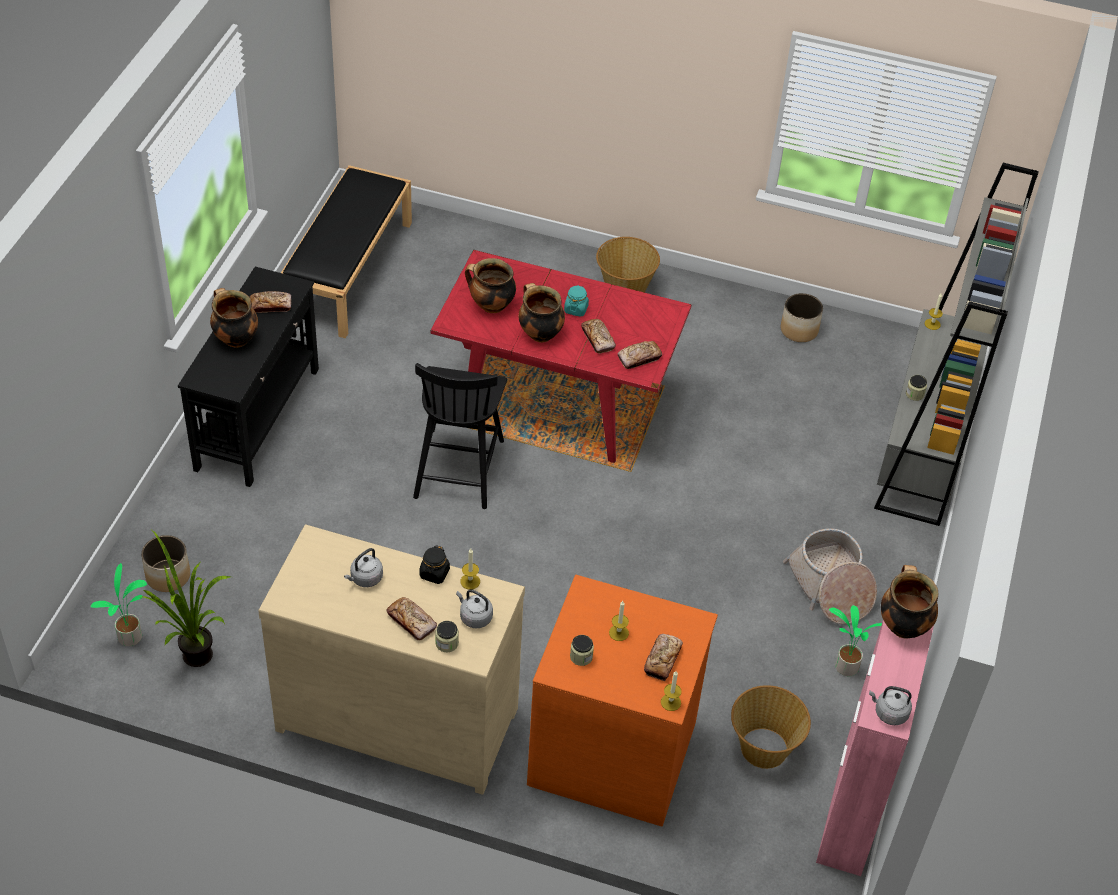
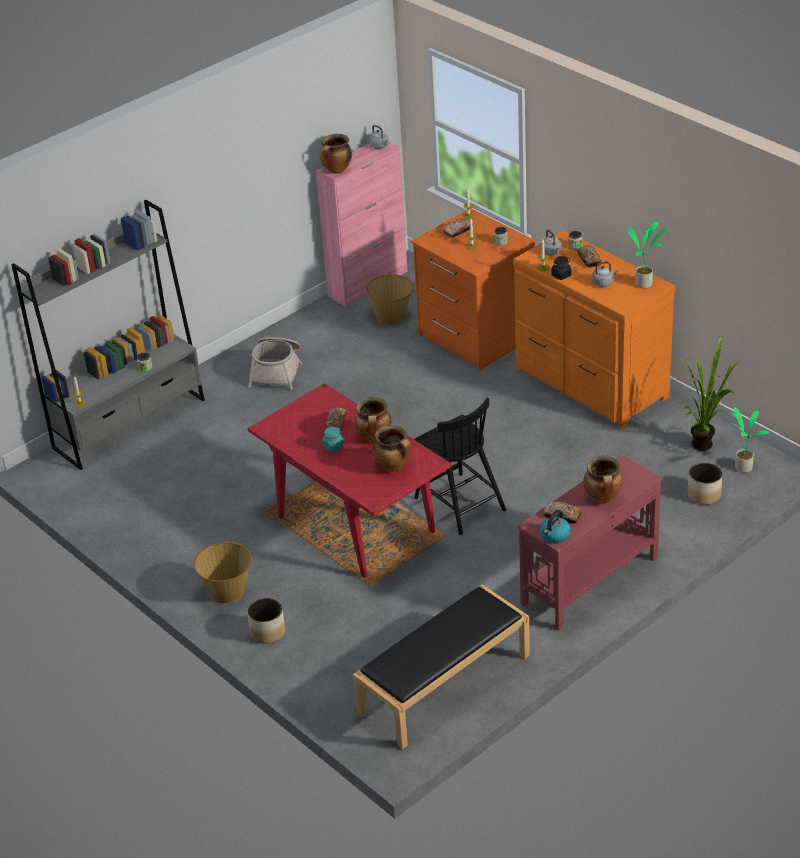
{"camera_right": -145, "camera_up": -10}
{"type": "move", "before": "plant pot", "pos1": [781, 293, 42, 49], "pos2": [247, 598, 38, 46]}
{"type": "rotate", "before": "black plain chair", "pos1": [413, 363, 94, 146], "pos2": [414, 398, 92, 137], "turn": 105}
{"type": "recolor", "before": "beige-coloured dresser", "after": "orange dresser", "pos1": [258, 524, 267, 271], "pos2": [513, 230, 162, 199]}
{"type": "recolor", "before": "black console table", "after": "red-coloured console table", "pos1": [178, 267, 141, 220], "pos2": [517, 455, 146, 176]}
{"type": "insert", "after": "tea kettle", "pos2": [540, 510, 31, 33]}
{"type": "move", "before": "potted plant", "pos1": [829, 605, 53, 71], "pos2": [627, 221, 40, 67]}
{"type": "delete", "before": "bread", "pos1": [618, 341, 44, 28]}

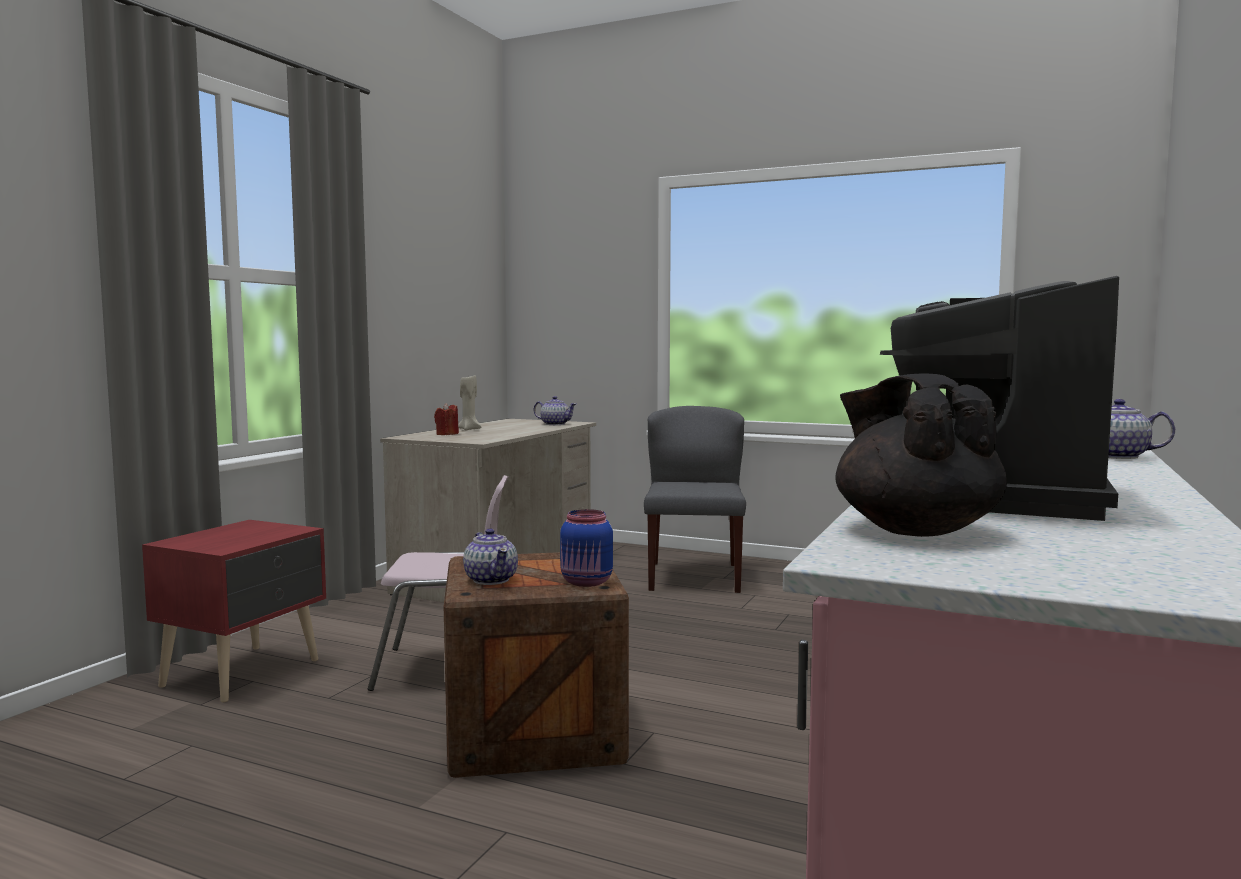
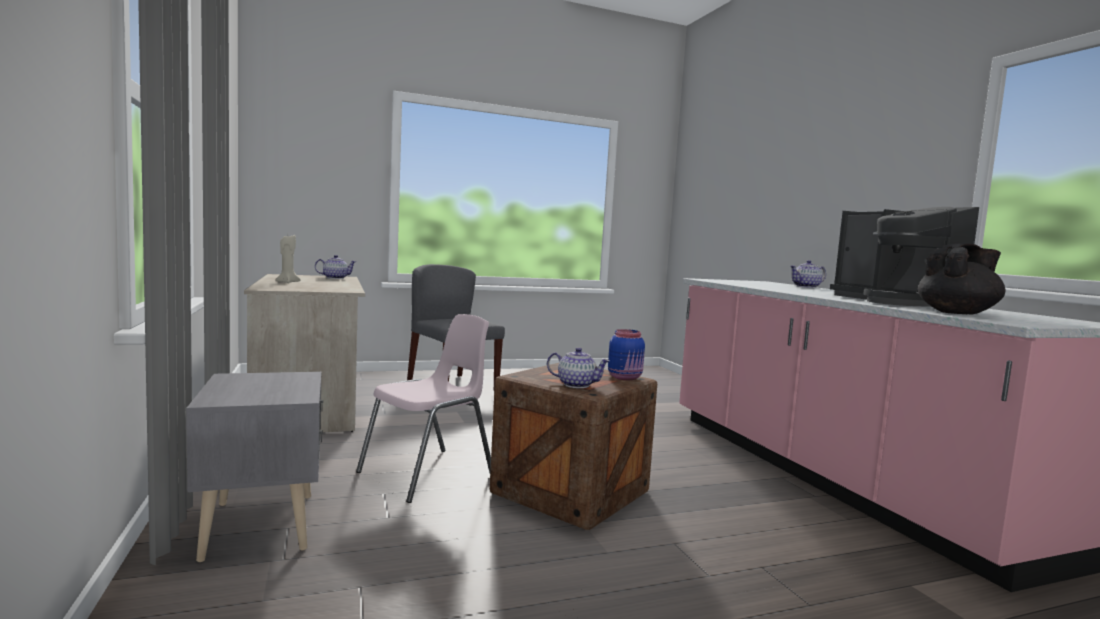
{"camera_right": -45, "camera_up": 0}
{"type": "recolor", "before": "red-coloured night table", "after": "greyish night table", "pos1": [142, 520, 184, 182], "pos2": [186, 372, 137, 190]}
{"type": "rotate", "before": "black teapot", "pos1": [835, 373, 172, 164], "pos2": [918, 243, 87, 71], "turn": 135}
{"type": "delete", "before": "red-coloured wax candle", "pos1": [434, 403, 25, 32]}

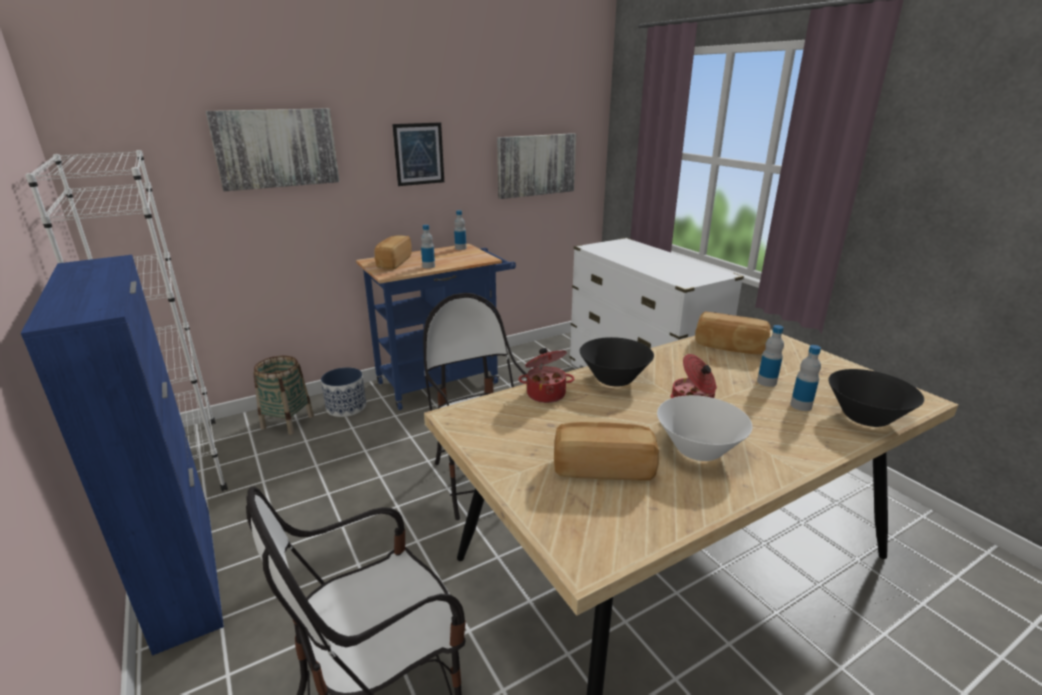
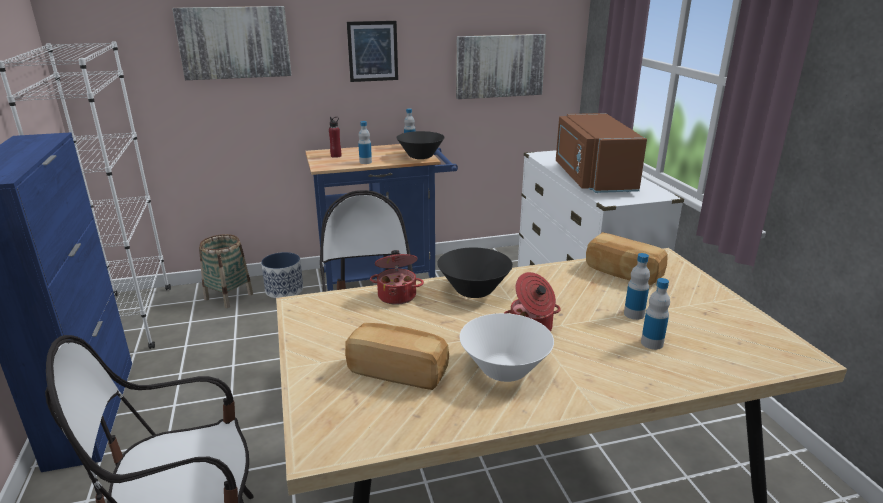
{"camera_right": 15, "camera_up": 0}
{"type": "replace", "before": "bread", "after": "red-coloured beverage bottle", "pos1": [374, 235, 37, 35], "pos2": [329, 117, 12, 41]}
{"type": "move", "before": "black bowl", "pos1": [828, 369, 96, 58], "pos2": [396, 131, 49, 28]}
{"type": "insert", "after": "brownish microwave oven", "pos2": [556, 113, 91, 80]}

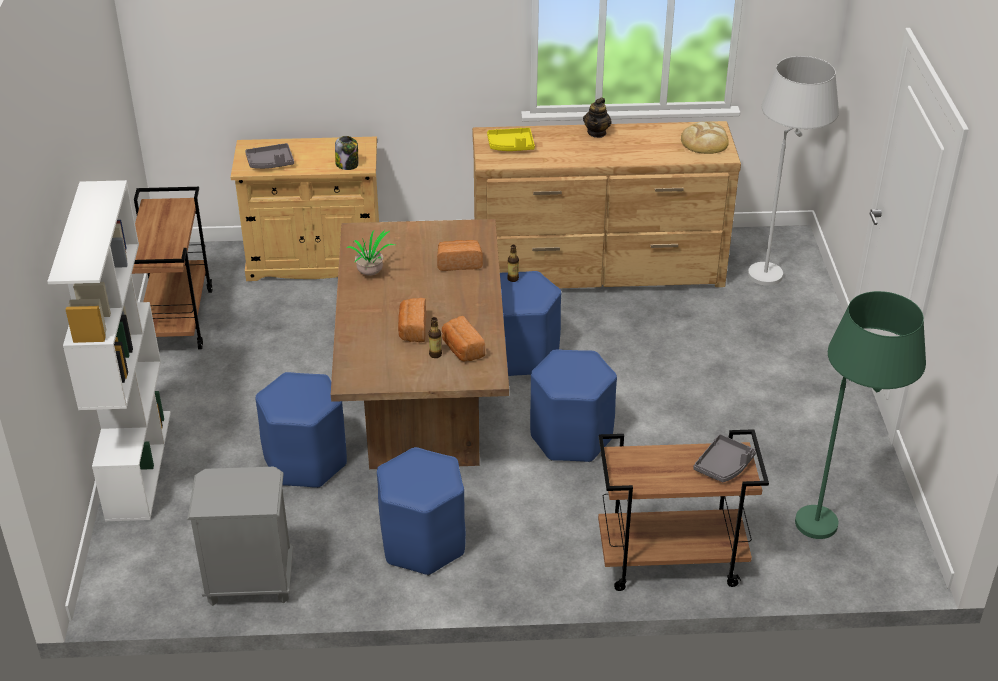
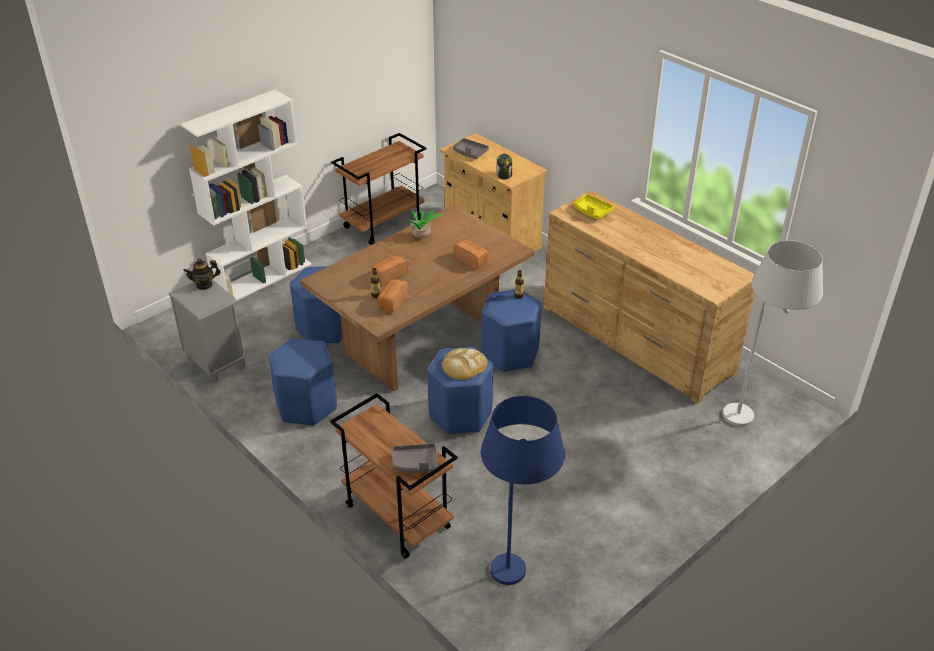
{"camera_right": 50, "camera_up": 0}
{"type": "move", "before": "teapot", "pos1": [583, 97, 29, 41], "pos2": [183, 259, 38, 31]}
{"type": "move", "before": "bread", "pos1": [681, 121, 48, 33], "pos2": [442, 348, 45, 32]}
{"type": "recolor", "before": "greenish floor lamp", "after": "blue-coloured floor lamp", "pos1": [795, 291, 131, 248], "pos2": [481, 396, 84, 189]}

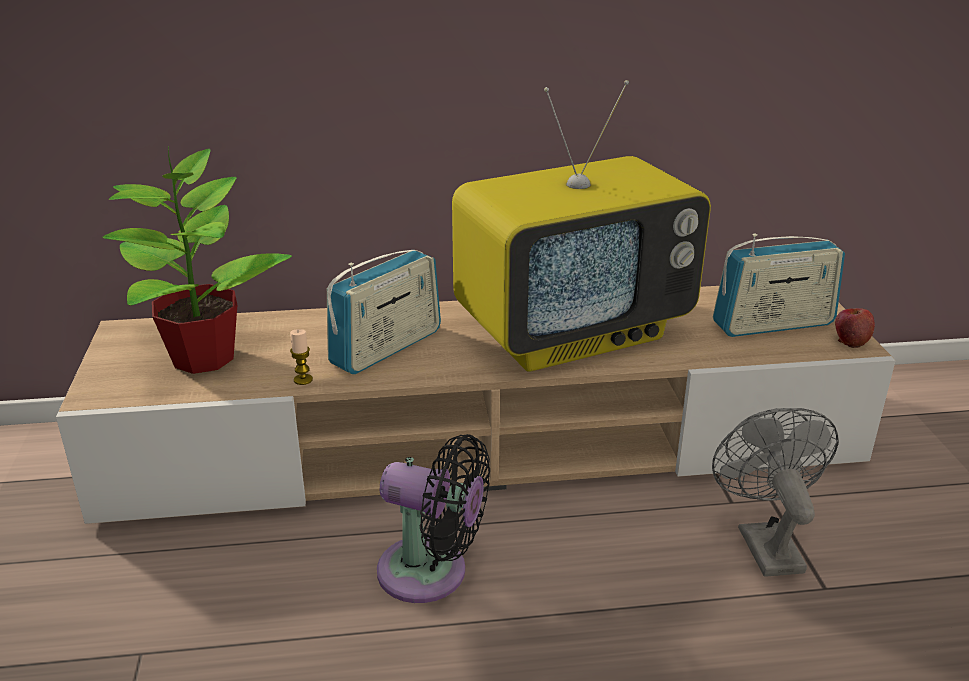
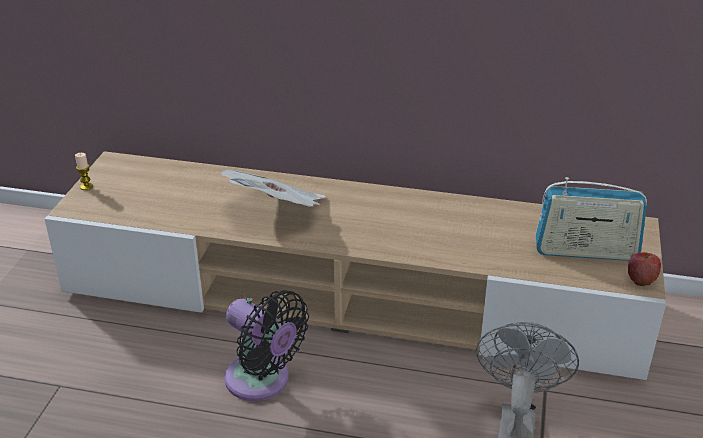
{"camera_right": 20, "camera_up": 5}
{"type": "move", "before": "wax candle", "pos1": [290, 329, 23, 56], "pos2": [75, 153, 18, 37]}
{"type": "replace", "before": "radio set", "after": "daily paper", "pos1": [327, 250, 114, 124], "pos2": [221, 169, 104, 38]}
{"type": "delete", "before": "potted plant", "pos1": [102, 146, 190, 228]}
{"type": "delete", "before": "television", "pos1": [452, 80, 259, 292]}

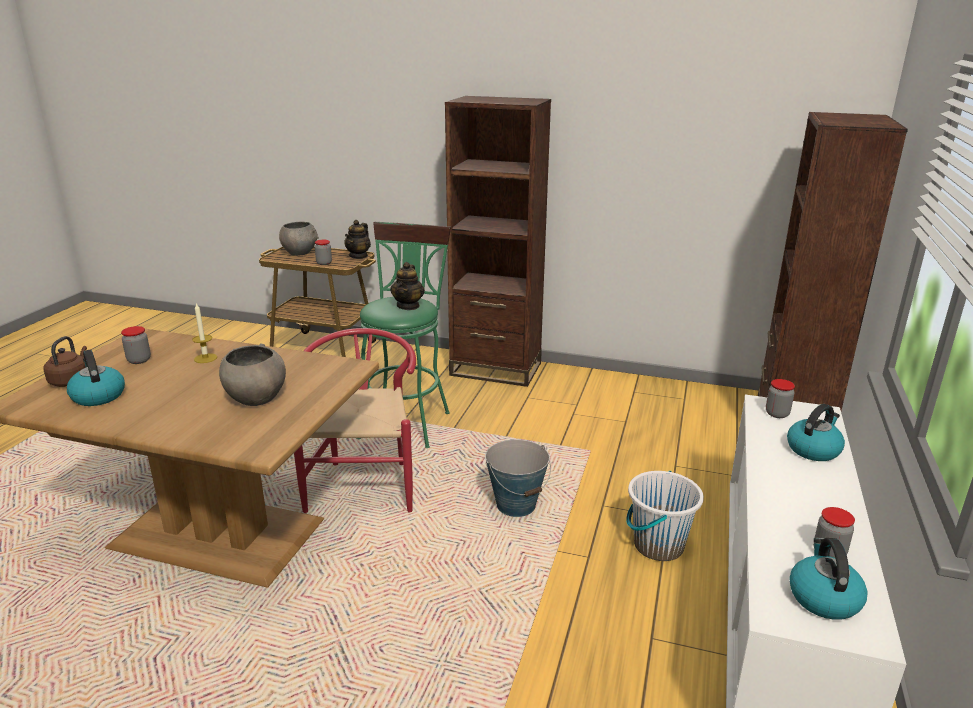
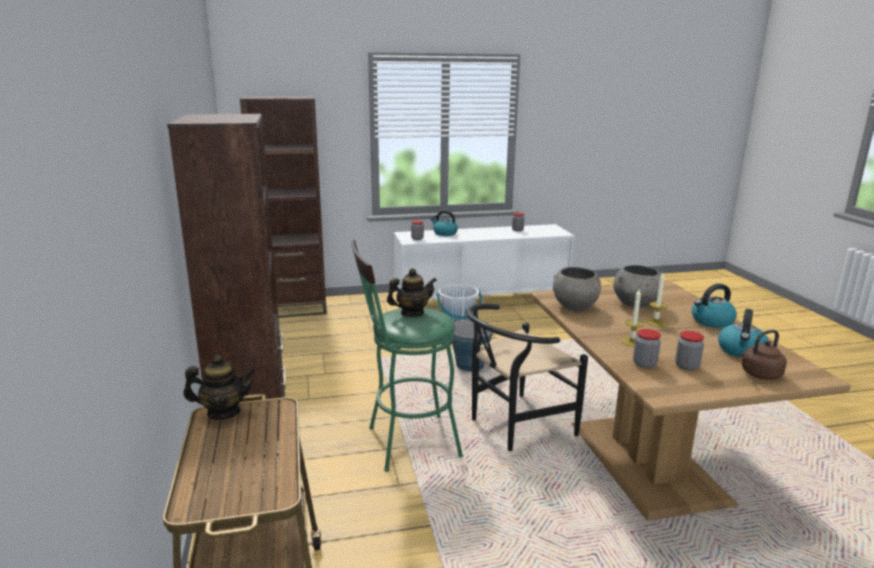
{"camera_right": -120, "camera_up": -5}
{"type": "recolor", "before": "red-coloured plain chair", "after": "black plain chair", "pos1": [294, 328, 122, 185], "pos2": [466, 304, 122, 147]}
{"type": "move", "before": "greyish bowl", "pos1": [279, 221, 40, 35], "pos2": [553, 266, 48, 46]}
{"type": "move", "before": "jar", "pos1": [315, 240, 17, 25], "pos2": [633, 329, 28, 39]}
{"type": "insert", "after": "wax candle", "pos2": [645, 273, 22, 54]}
{"type": "move", "before": "tea kettle", "pos1": [789, 538, 79, 82], "pos2": [691, 283, 46, 45]}

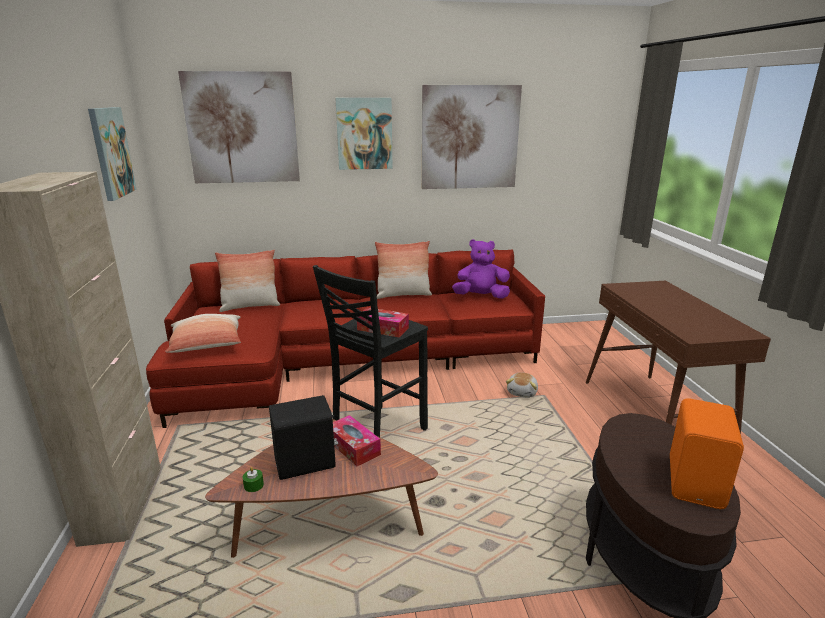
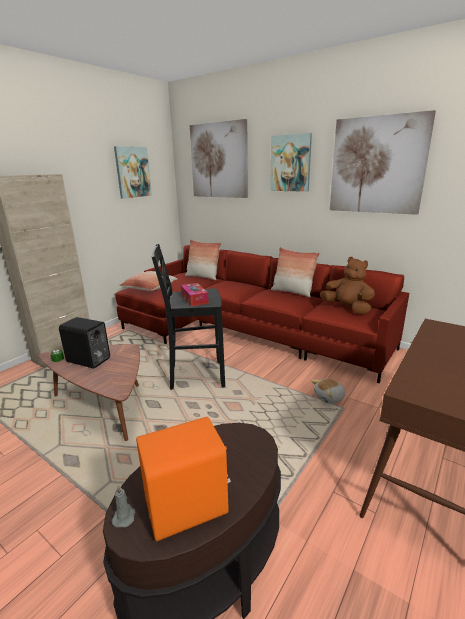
{"camera_right": 45, "camera_up": 0}
{"type": "insert", "after": "greyish wax candle", "pos2": [112, 485, 23, 43]}
{"type": "recolor", "before": "purple plush toy", "after": "brownish plush toy", "pos1": [452, 239, 58, 60], "pos2": [320, 257, 55, 57]}
{"type": "delete", "before": "tissue holder", "pos1": [333, 415, 48, 51]}

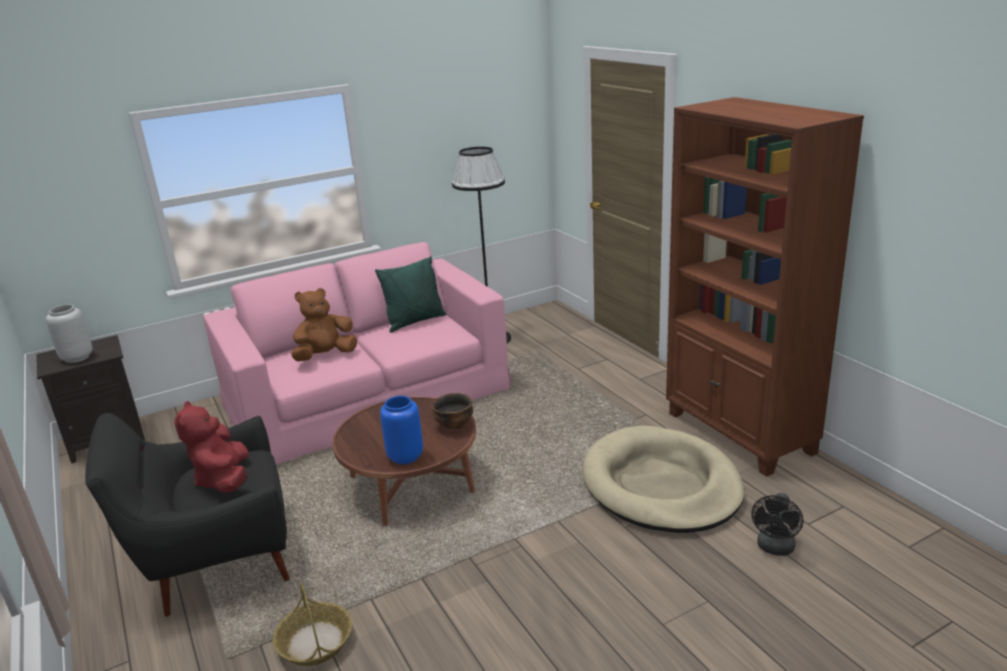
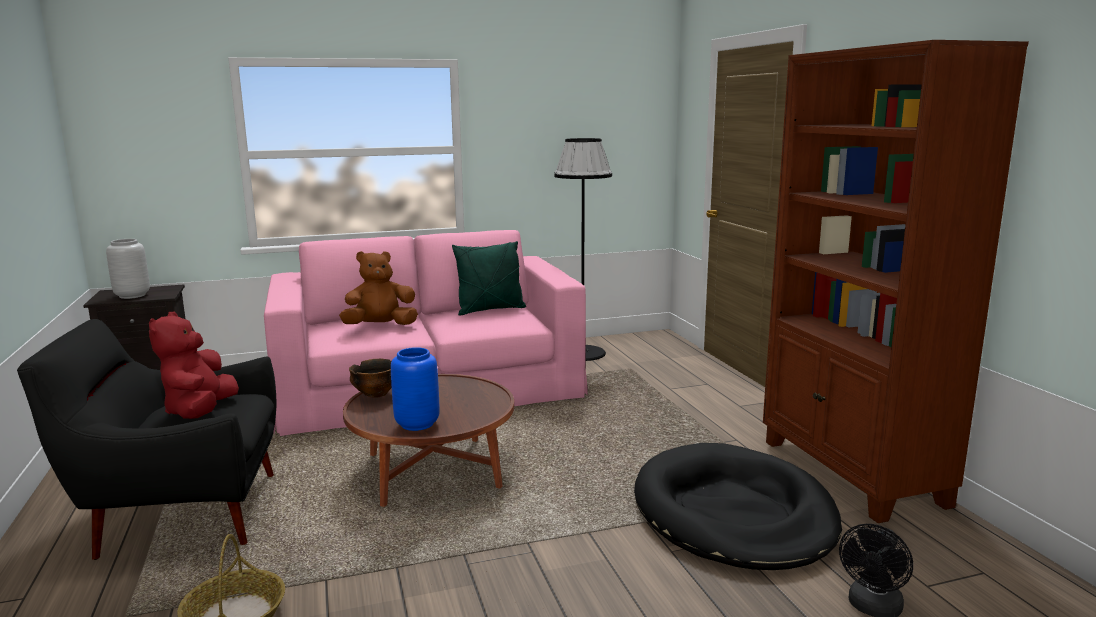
{"camera_right": 10, "camera_up": -10}
{"type": "move", "before": "bowl", "pos1": [432, 393, 41, 36], "pos2": [349, 359, 43, 38]}
{"type": "recolor", "before": "beige-coloured dog cushion", "after": "black dog cushion", "pos1": [582, 425, 162, 108], "pos2": [634, 443, 208, 127]}

